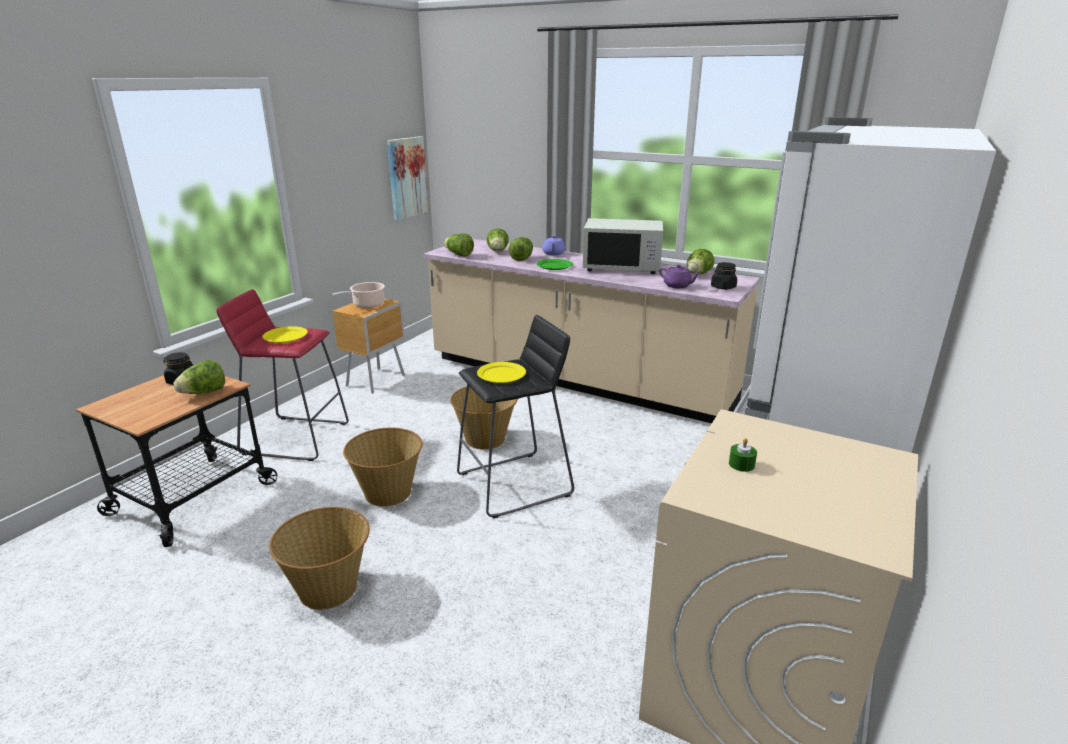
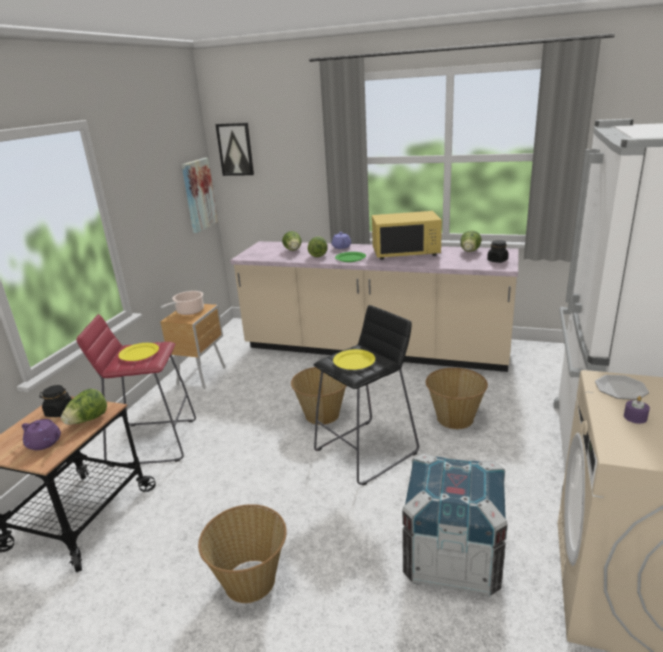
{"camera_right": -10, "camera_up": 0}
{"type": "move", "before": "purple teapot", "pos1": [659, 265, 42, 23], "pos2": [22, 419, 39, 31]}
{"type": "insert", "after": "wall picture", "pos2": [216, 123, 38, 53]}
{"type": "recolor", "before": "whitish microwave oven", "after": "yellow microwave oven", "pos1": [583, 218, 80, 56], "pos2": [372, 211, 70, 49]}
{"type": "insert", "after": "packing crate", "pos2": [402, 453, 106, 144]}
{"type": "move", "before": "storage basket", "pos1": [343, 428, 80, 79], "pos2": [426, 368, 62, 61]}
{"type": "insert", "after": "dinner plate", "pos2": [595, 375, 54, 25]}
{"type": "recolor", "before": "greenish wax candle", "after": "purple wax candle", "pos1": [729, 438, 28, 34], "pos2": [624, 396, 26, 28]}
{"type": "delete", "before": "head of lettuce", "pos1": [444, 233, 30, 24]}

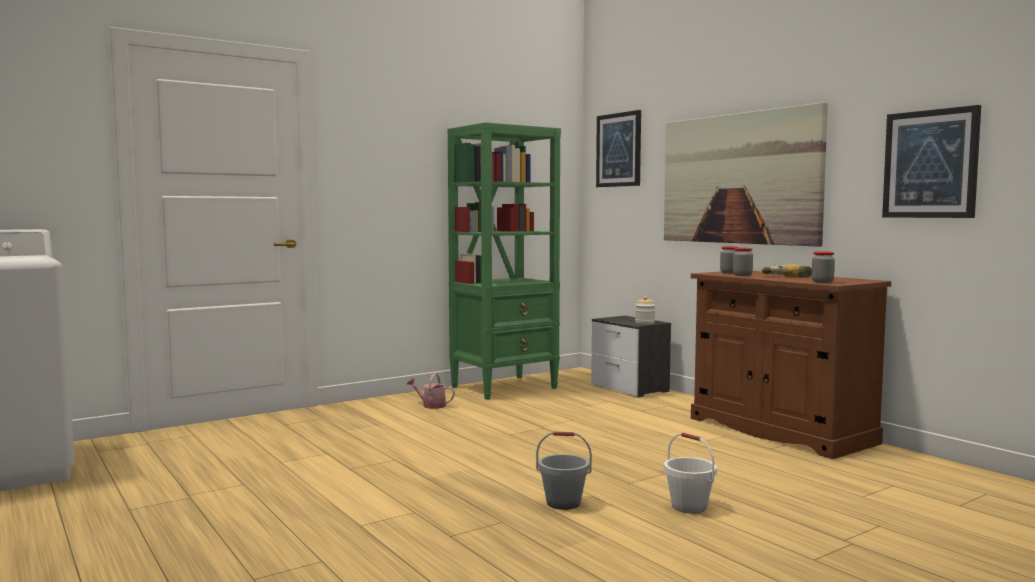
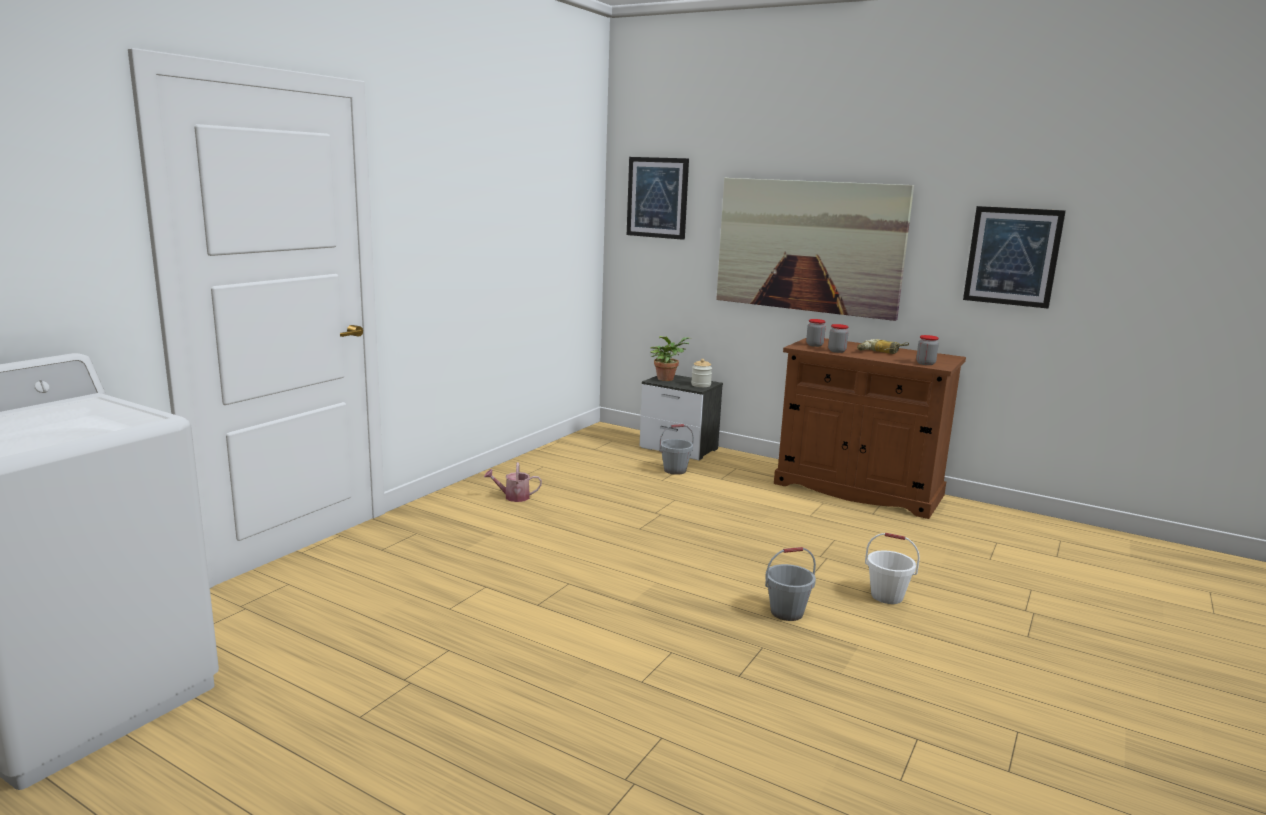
{"camera_right": -25, "camera_up": 10}
{"type": "insert", "after": "potted plant", "pos2": [650, 336, 41, 45]}
{"type": "insert", "after": "greyish pail", "pos2": [659, 424, 35, 51]}
{"type": "delete", "before": "greenish bookshelf", "pos1": [447, 122, 114, 278]}

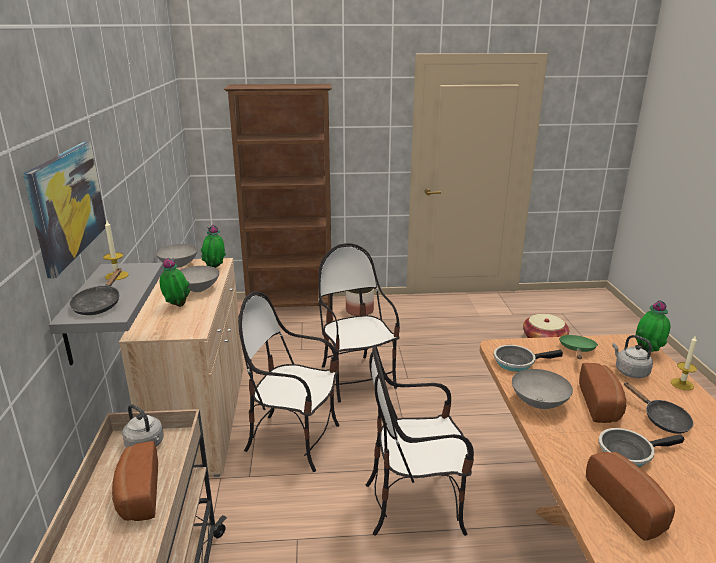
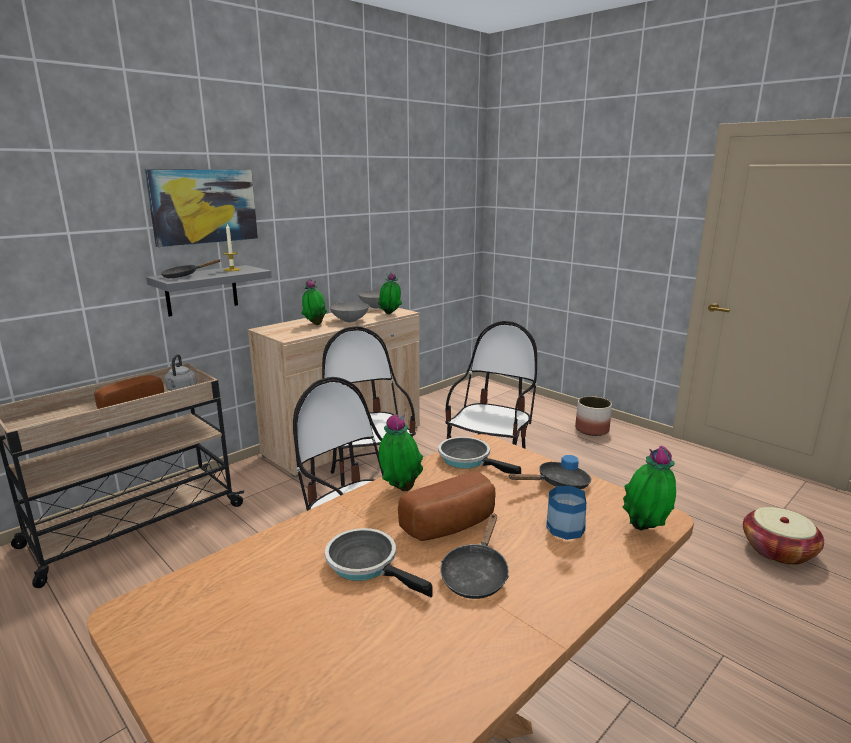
{"camera_right": 50, "camera_up": -5}
{"type": "replace", "before": "greyish bowl", "after": "potted plant", "pos1": [512, 369, 61, 40], "pos2": [379, 414, 44, 77]}
{"type": "recolor", "before": "greenish pan", "after": "black pan", "pos1": [559, 335, 39, 24], "pos2": [509, 461, 82, 28]}
{"type": "replace", "before": "greyish tea kettle", "after": "beverage bottle", "pos1": [612, 335, 41, 43], "pos2": [546, 455, 40, 85]}
{"type": "delete", "before": "brownish bookshelf", "pos1": [224, 84, 109, 228]}
{"type": "delete", "before": "bread", "pos1": [586, 452, 89, 89]}
{"type": "delete", "before": "wax candle", "pos1": [671, 335, 26, 55]}

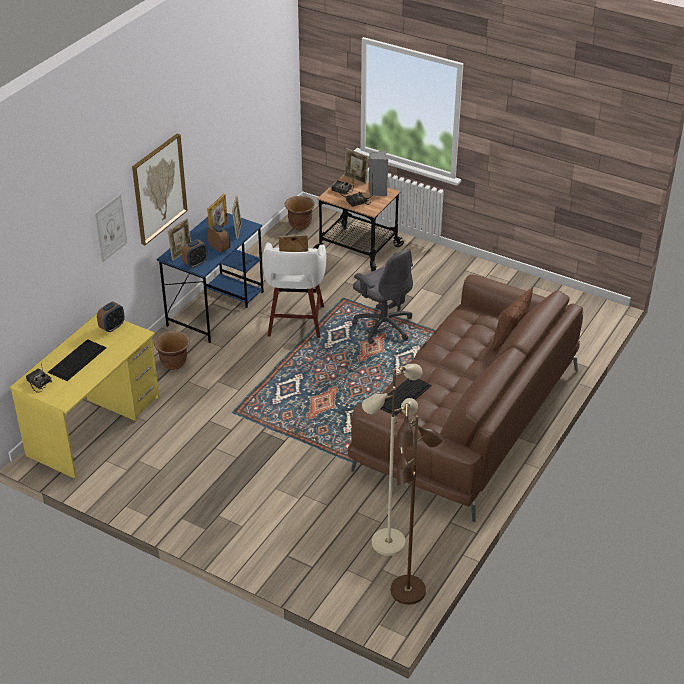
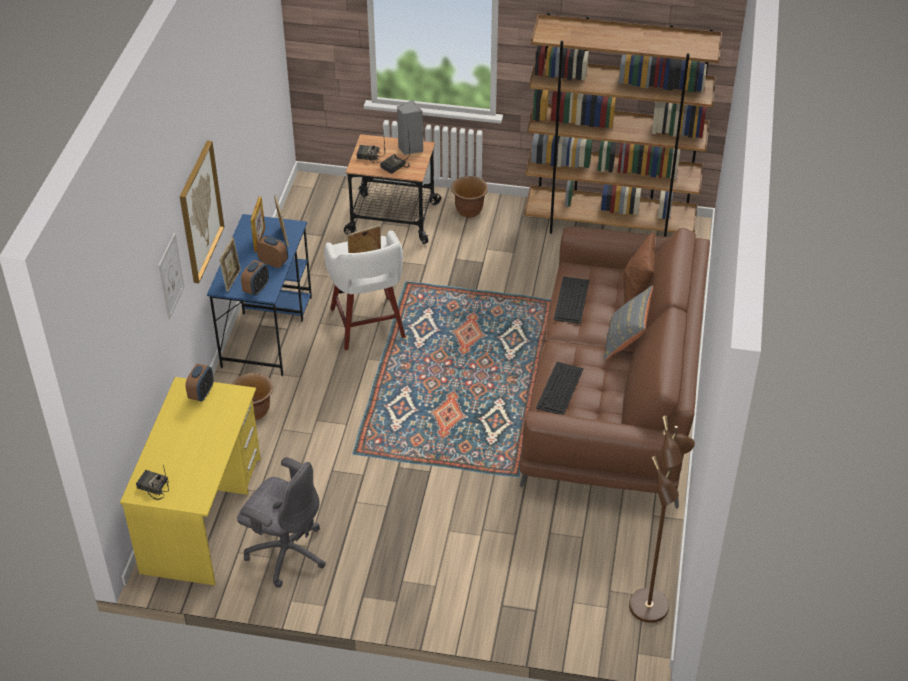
{"camera_right": -20, "camera_up": 5}
{"type": "move", "before": "greyish desk chair", "pos1": [353, 249, 60, 95], "pos2": [237, 457, 89, 131]}
{"type": "move", "before": "brownish plant pot", "pos1": [285, 196, 30, 34], "pos2": [451, 176, 37, 42]}
{"type": "insert", "after": "brownish bookshelf", "pos2": [524, 12, 198, 225]}
{"type": "move", "before": "keyboard", "pos1": [48, 339, 59, 42], "pos2": [554, 277, 35, 47]}
{"type": "insert", "after": "greyish cushion", "pos2": [604, 285, 49, 76]}
{"type": "delete", "before": "picture frame", "pos1": [344, 148, 25, 36]}
{"type": "delete", "before": "beige-coloured floor lamp", "pos1": [362, 364, 60, 192]}

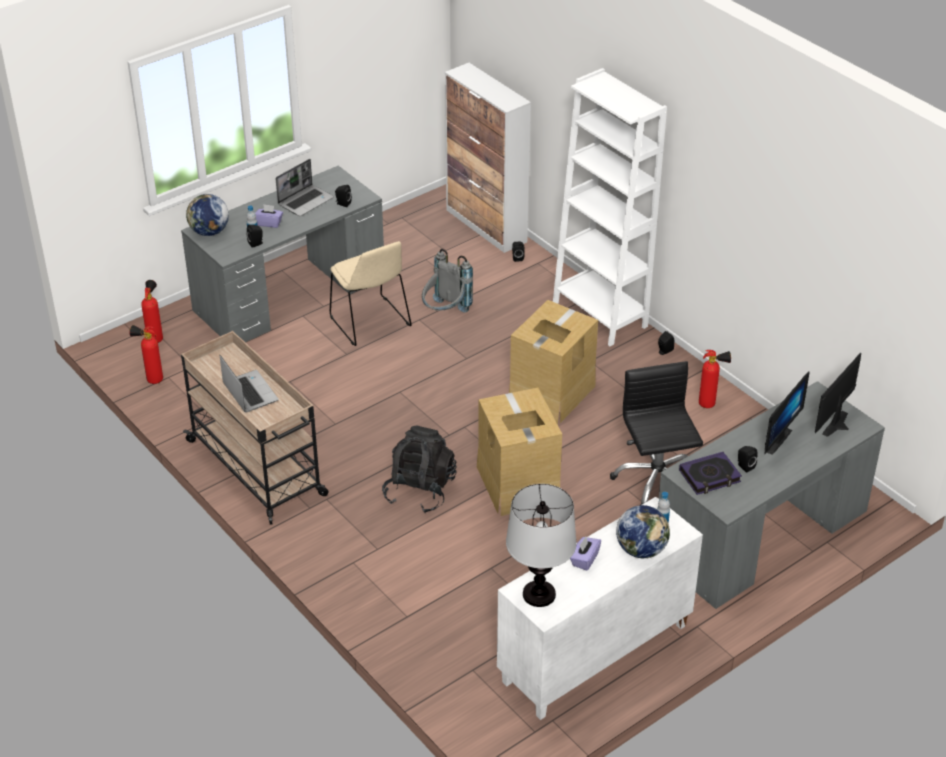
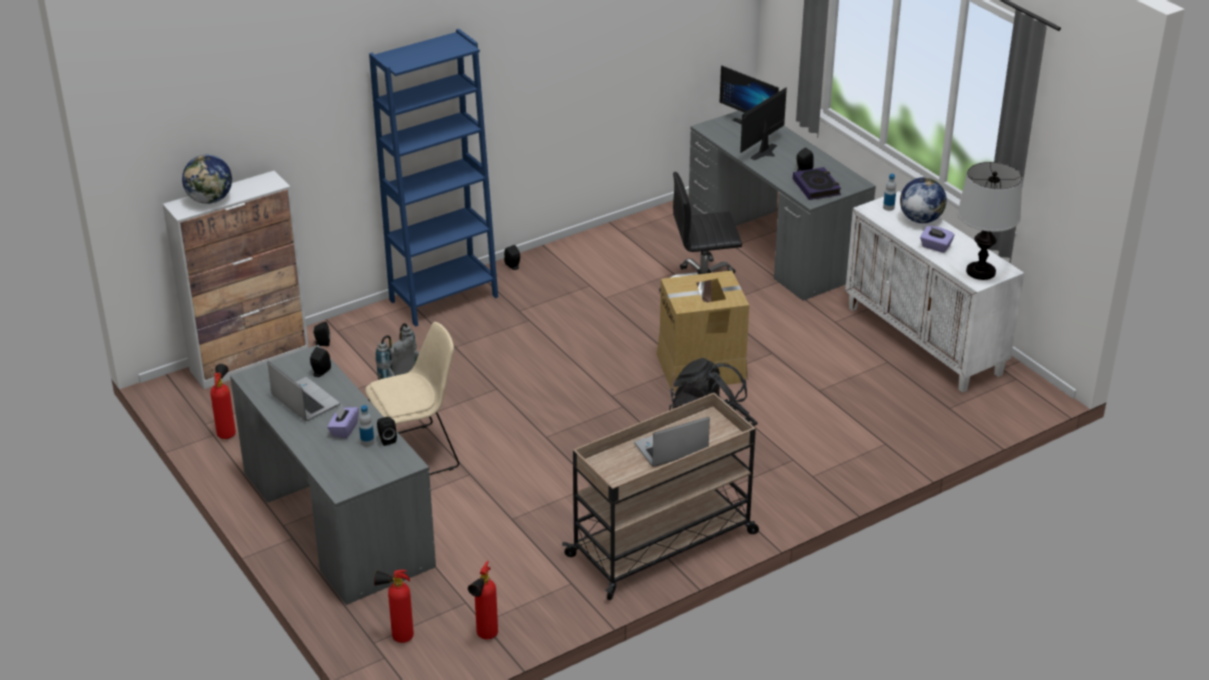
{"camera_right": -85, "camera_up": -5}
{"type": "move", "before": "globe", "pos1": [186, 194, 43, 42], "pos2": [182, 154, 50, 50]}
{"type": "move", "before": "fire extinguisher", "pos1": [699, 350, 32, 58], "pos2": [210, 364, 26, 75]}
{"type": "recolor", "before": "whitish bookshelf", "after": "blue-coloured bookshelf", "pos1": [553, 68, 114, 278], "pos2": [369, 29, 129, 298]}
{"type": "rotate", "before": "computer screen", "pos1": [764, 371, 46, 84], "pos2": [740, 87, 47, 73], "turn": -90}
{"type": "delete", "before": "cardboard box", "pos1": [509, 300, 89, 124]}

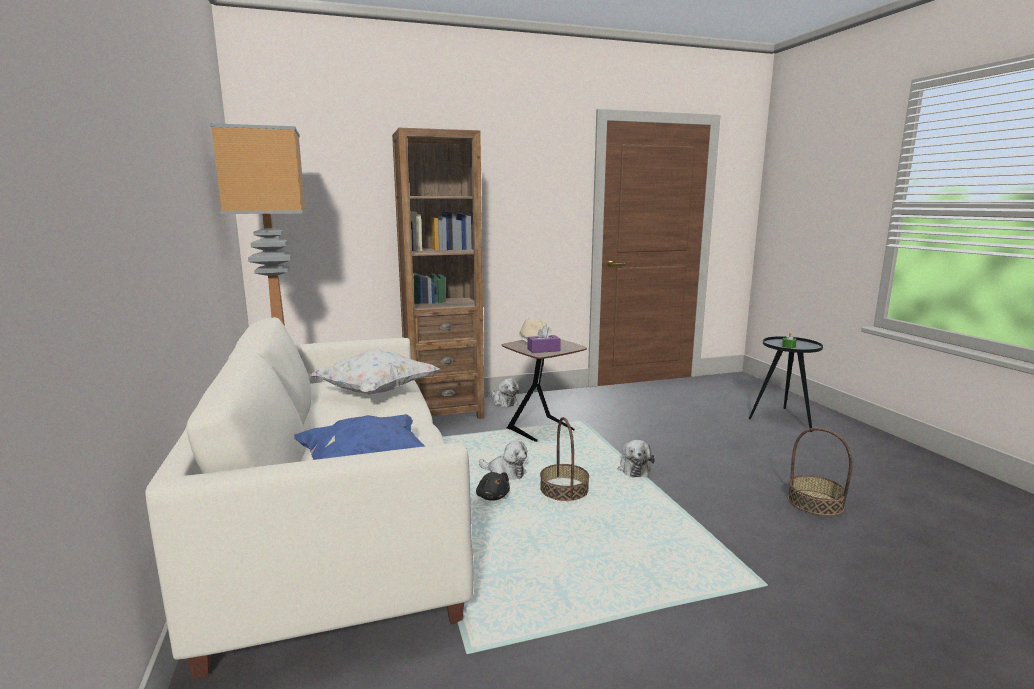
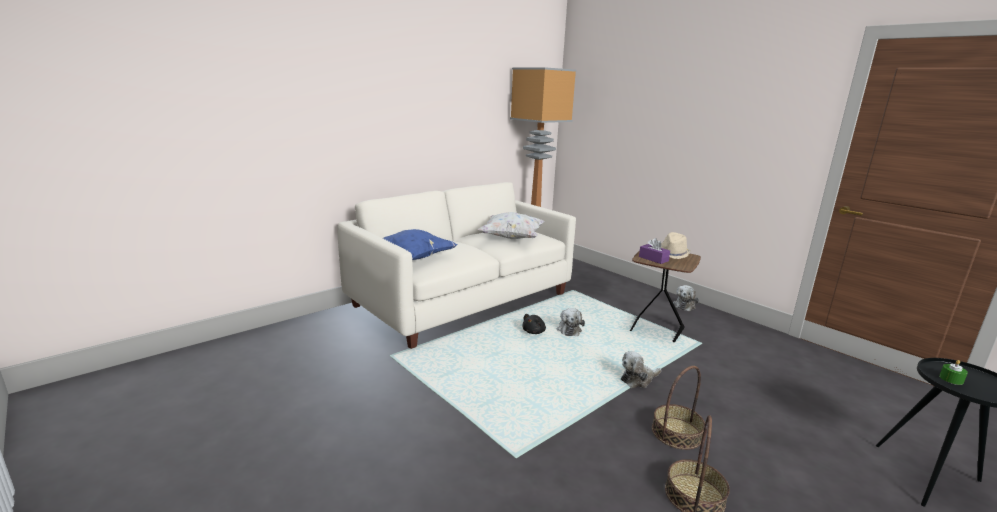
{"camera_right": 65, "camera_up": 5}
{"type": "move", "before": "storage basket", "pos1": [540, 417, 49, 84], "pos2": [652, 366, 53, 84]}
{"type": "delete", "before": "brownish bookshelf", "pos1": [392, 128, 93, 291]}

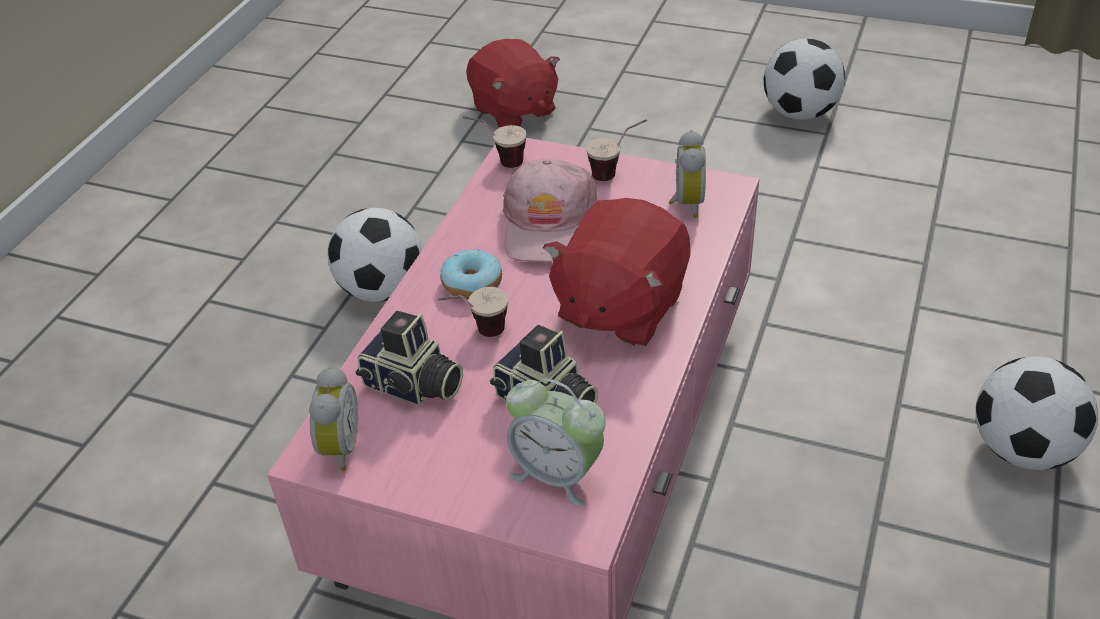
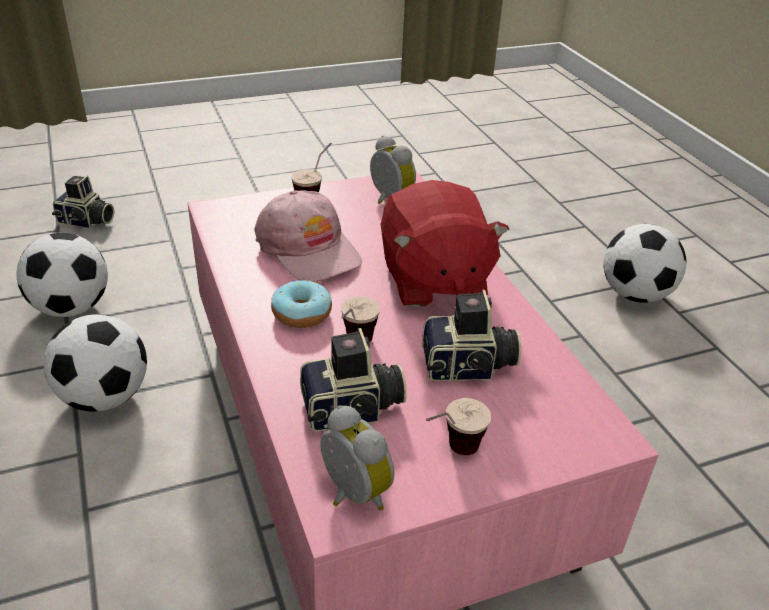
{"camera_right": -45, "camera_up": -5}
{"type": "move", "before": "football ball", "pos1": [764, 39, 81, 81], "pos2": [17, 233, 91, 84]}
{"type": "replace", "before": "red-coloured plush toy", "after": "still camera", "pos1": [466, 39, 94, 88], "pos2": [52, 175, 62, 54]}
{"type": "move", "before": "cup", "pos1": [463, 116, 64, 52], "pos2": [426, 398, 65, 57]}
{"type": "delete", "before": "bedside clock", "pos1": [506, 379, 100, 128]}

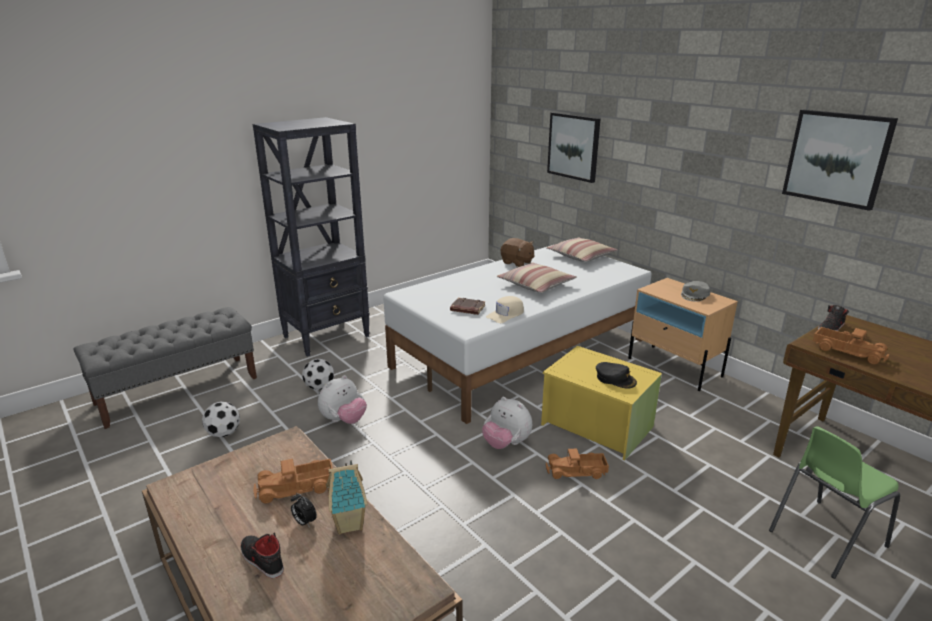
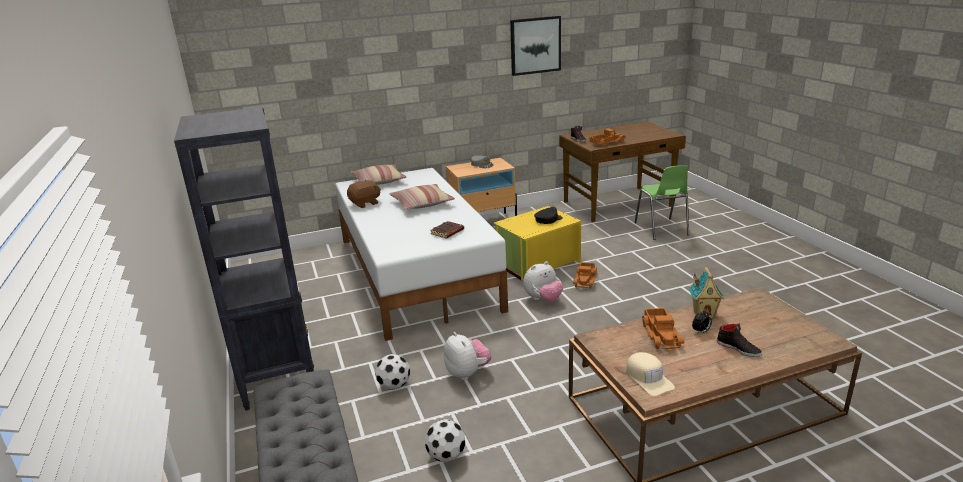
{"camera_right": -70, "camera_up": 0}
{"type": "move", "before": "beige-coloured baseball cap", "pos1": [486, 296, 38, 27], "pos2": [626, 352, 49, 44]}
{"type": "rotate", "before": "black low shoe", "pos1": [241, 532, 43, 46], "pos2": [717, 323, 45, 34], "turn": -105}
{"type": "delete", "before": "wall picture", "pos1": [547, 112, 54, 71]}

